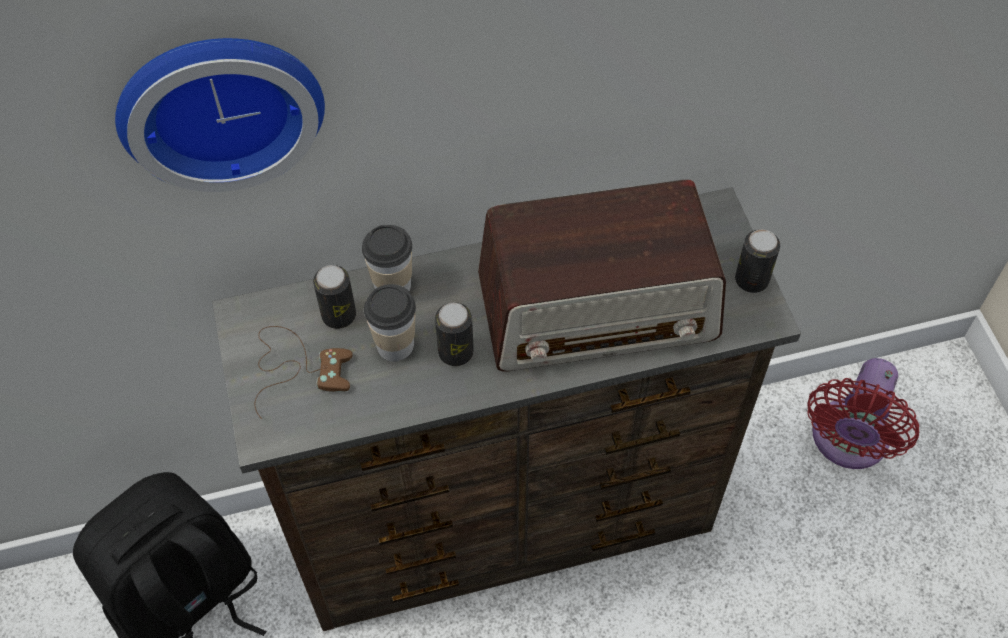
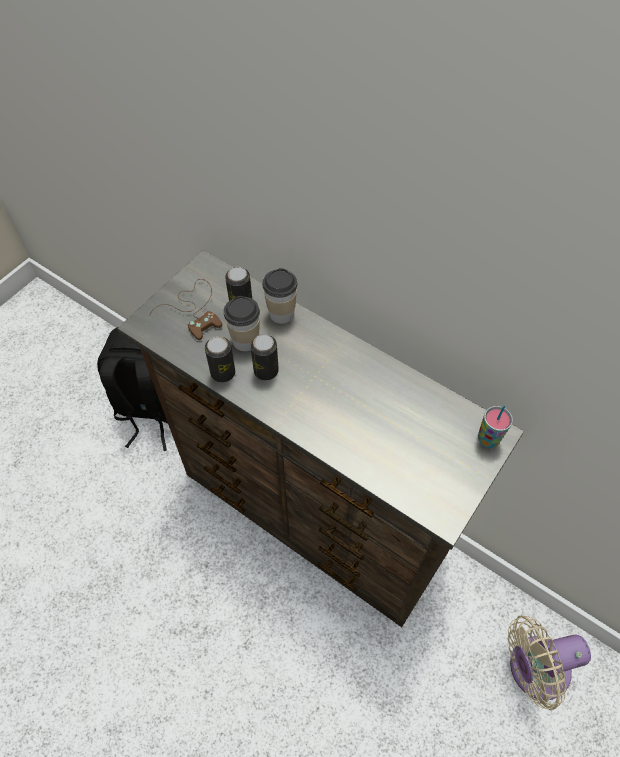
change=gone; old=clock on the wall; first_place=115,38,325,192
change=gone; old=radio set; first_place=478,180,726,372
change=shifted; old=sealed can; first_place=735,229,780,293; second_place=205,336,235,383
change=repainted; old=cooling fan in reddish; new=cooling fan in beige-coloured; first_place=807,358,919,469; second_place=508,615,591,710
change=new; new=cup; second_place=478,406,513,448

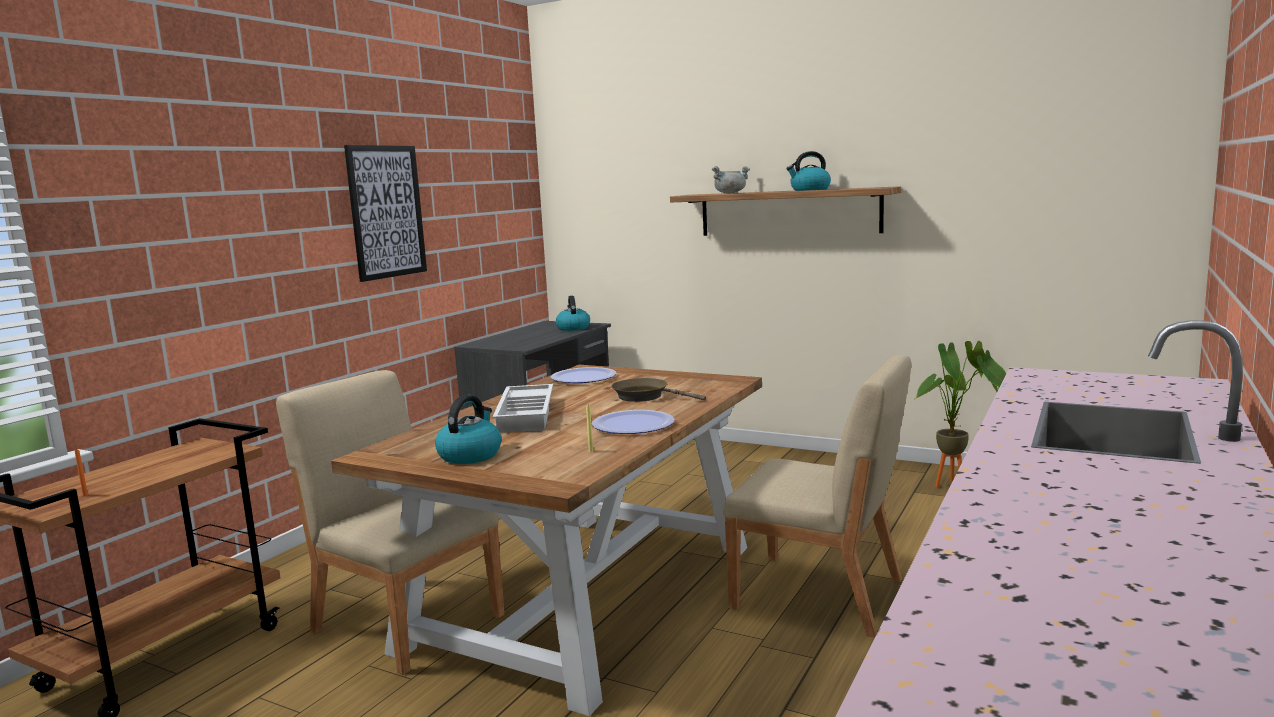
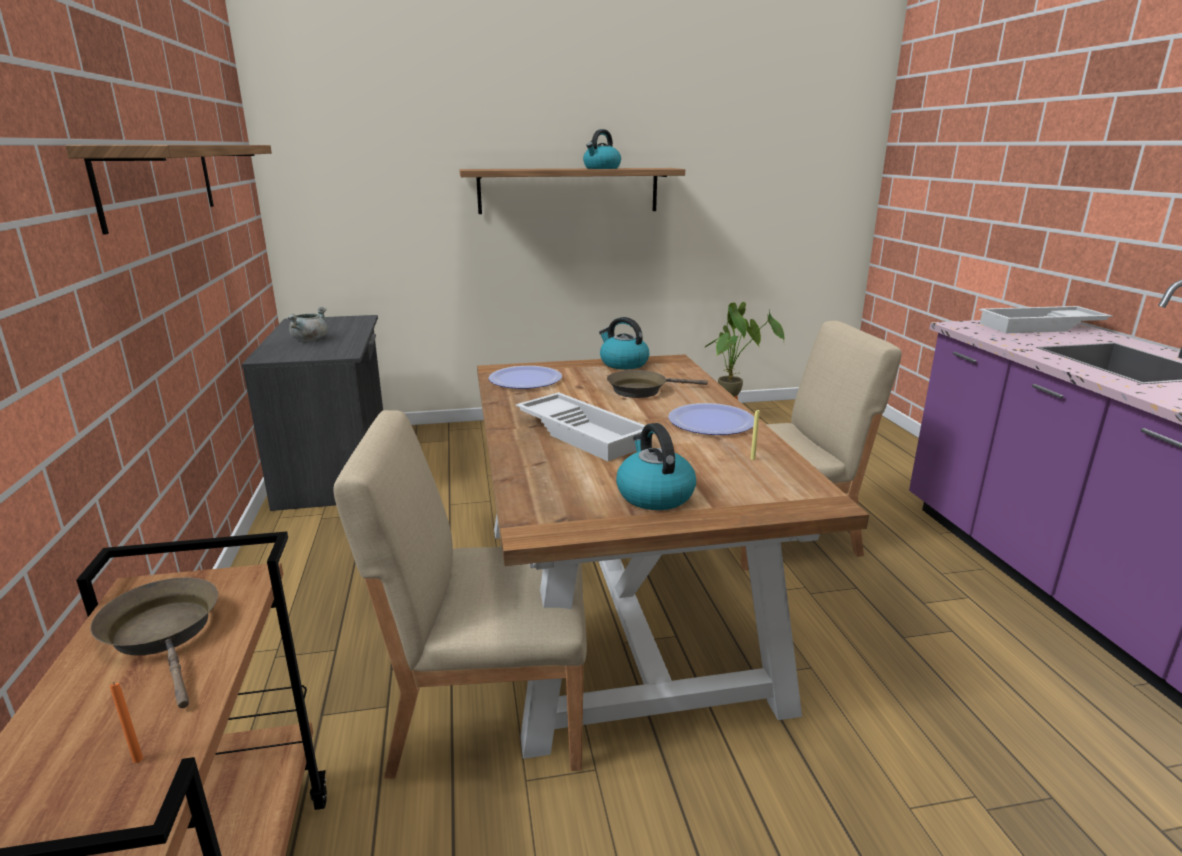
change=swapped; old=picture; new=shelf; first_place=344,145,427,282; second_place=65,145,272,235
change=shifted; old=cooking pot in grey; first_place=712,166,750,193; second_place=288,307,327,341
change=shifted; old=kettle; first_place=556,296,590,331; second_place=599,317,649,369
change=new; new=tray in whitish; second_place=979,306,1112,333
change=new; new=skillet in brown; second_place=90,577,218,708

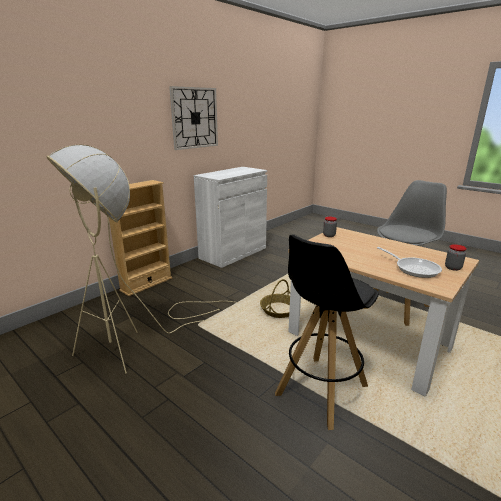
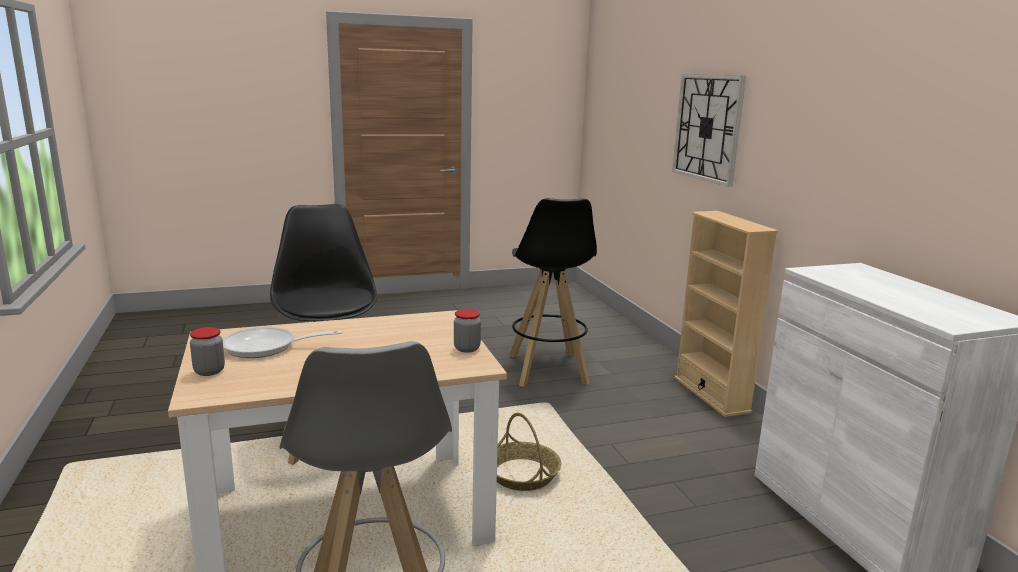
change=shifted; old=clock on the wall; first_place=169,86,218,150; second_place=672,74,746,187
change=swapped; old=floor lamp in beige-coloured; new=stool in black-coloured; first_place=46,144,243,374; second_place=509,198,597,387

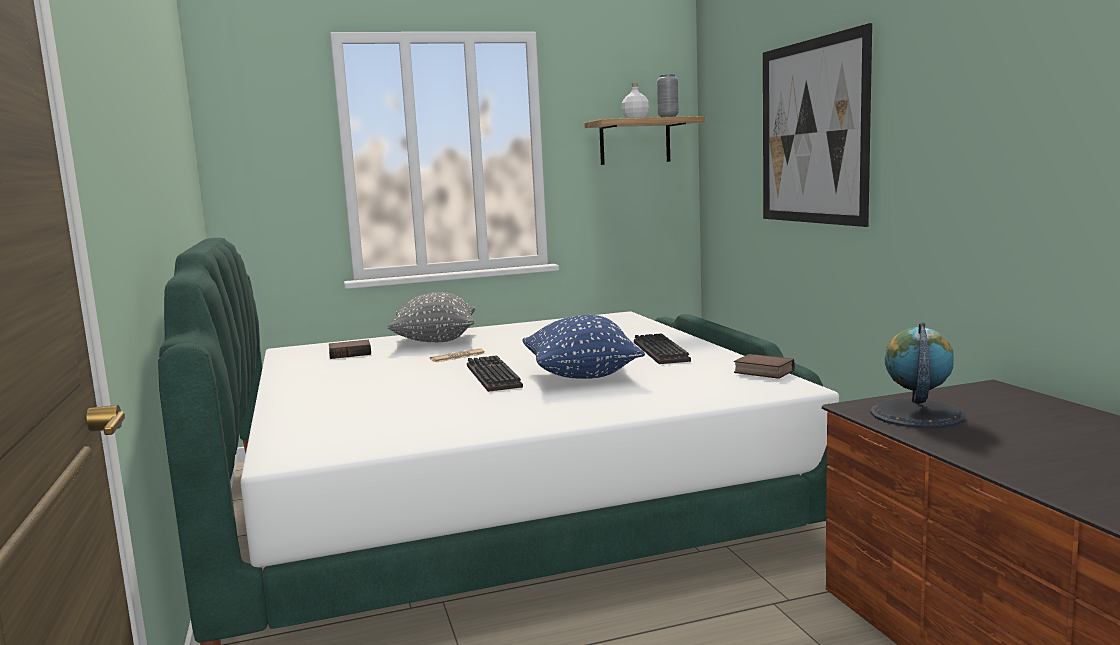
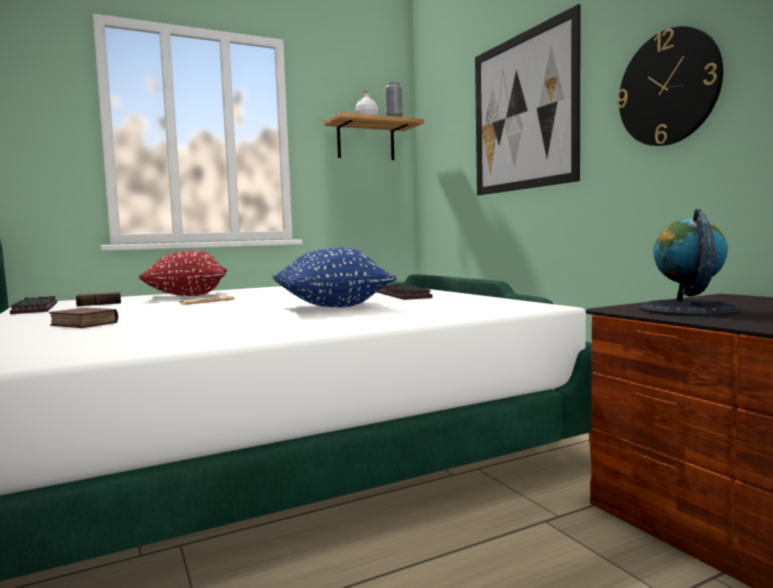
change=repainted; old=cushion in grey; new=cushion in reddish; first_place=387,292,475,342; second_place=138,250,227,296
change=shifted; old=volume; first_place=734,354,795,379; second_place=49,308,118,328
change=shifted; old=computer keyboard; first_place=467,355,523,392; second_place=10,296,57,314
change=new; new=clock on the wall; second_place=617,26,723,146

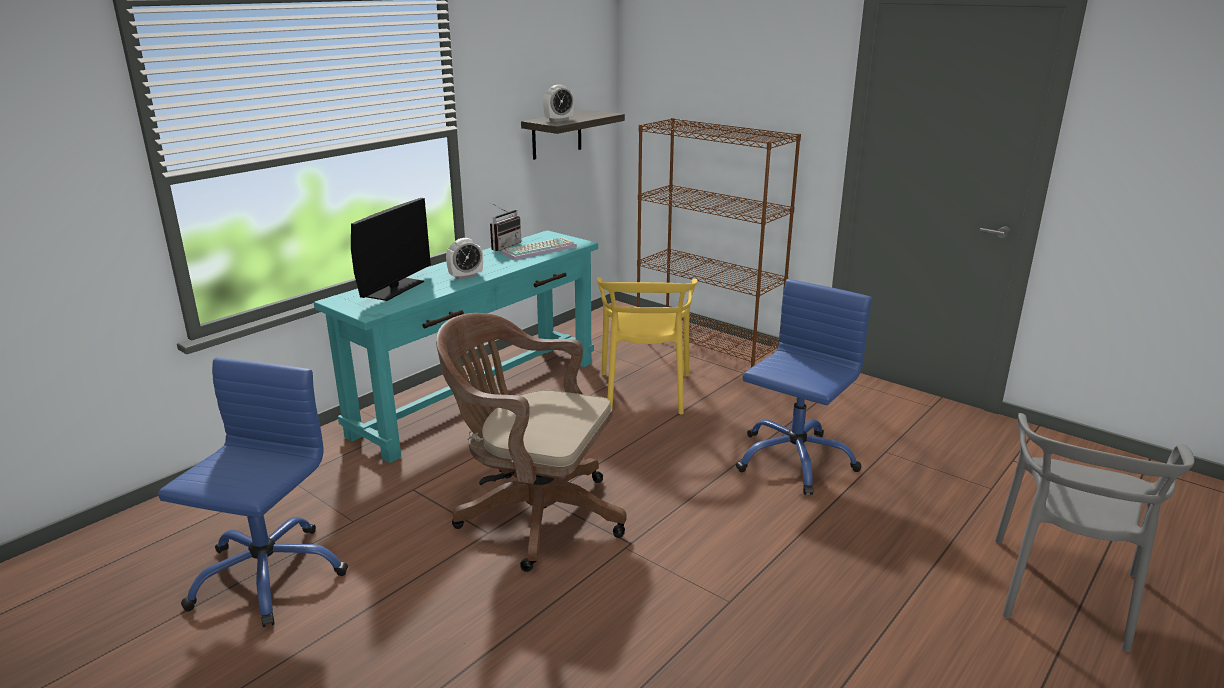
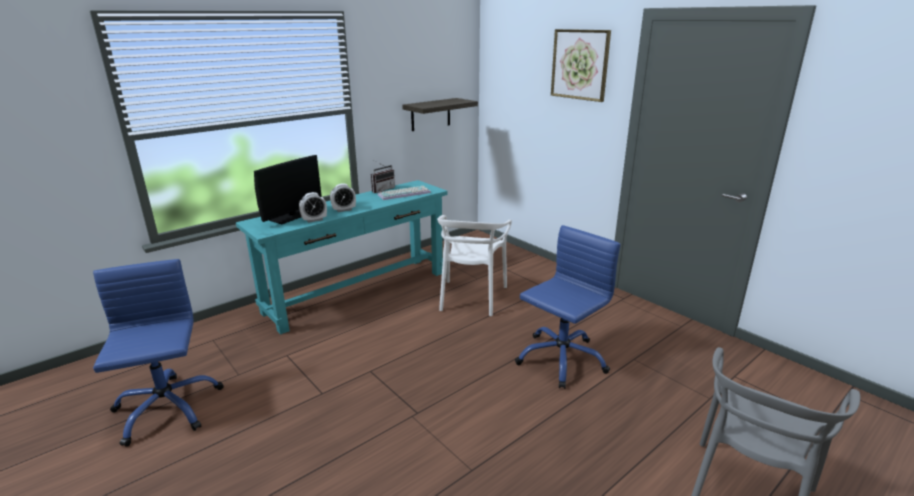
change=shifted; old=table clock; first_place=543,85,574,122; second_place=299,192,327,223
change=gone; old=shelving unit in brown; first_place=637,118,801,368
change=repainted; old=upright chair in yellow; new=upright chair in whitish; first_place=597,278,697,415; second_place=437,215,512,316
change=gone; old=desk chair in brown; first_place=436,313,627,572
change=rotated; old=desk chair in blue; first_place=158,357,348,627; second_place=93,259,224,447; degrees=-45
change=new; new=picture; second_place=551,29,611,102

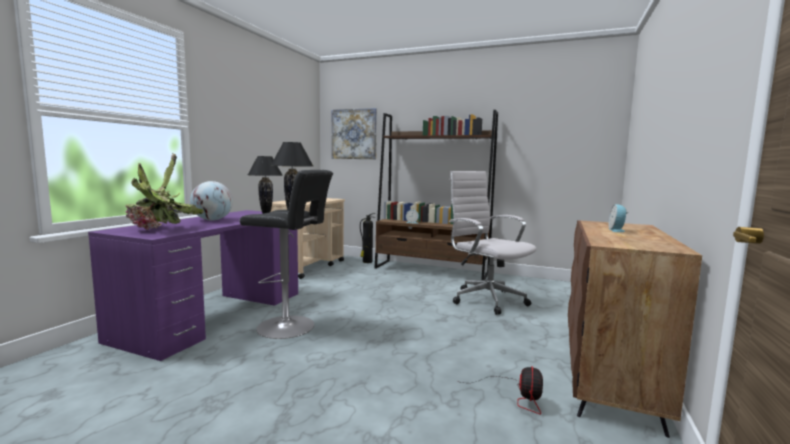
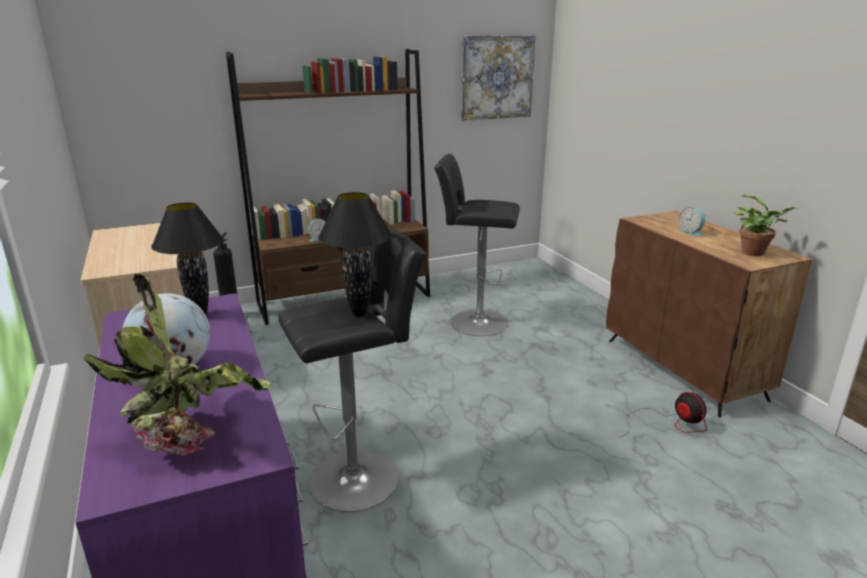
change=shifted; old=picture; first_place=332,108,377,159; second_place=461,35,536,121
change=swapped; old=desk chair in whitish; new=stool in black-coloured; first_place=449,171,537,315; second_place=434,154,520,336
change=new; new=houseplant; second_place=734,195,800,256

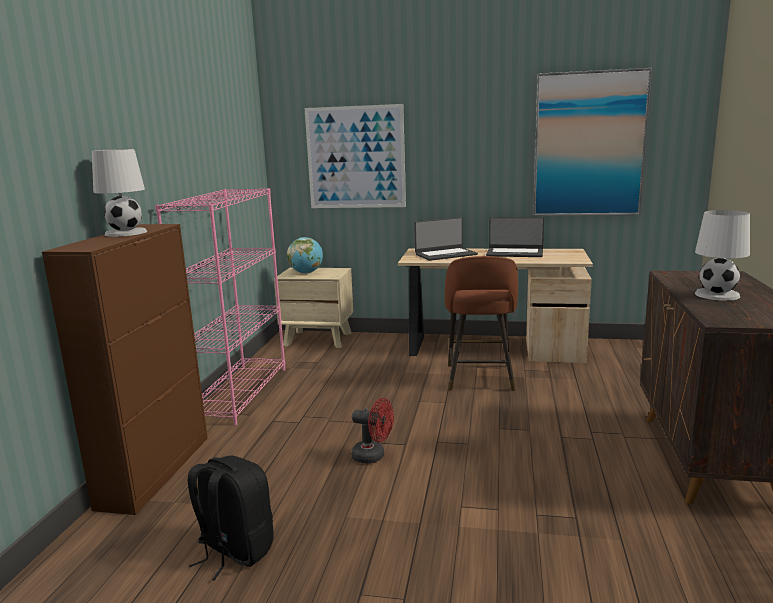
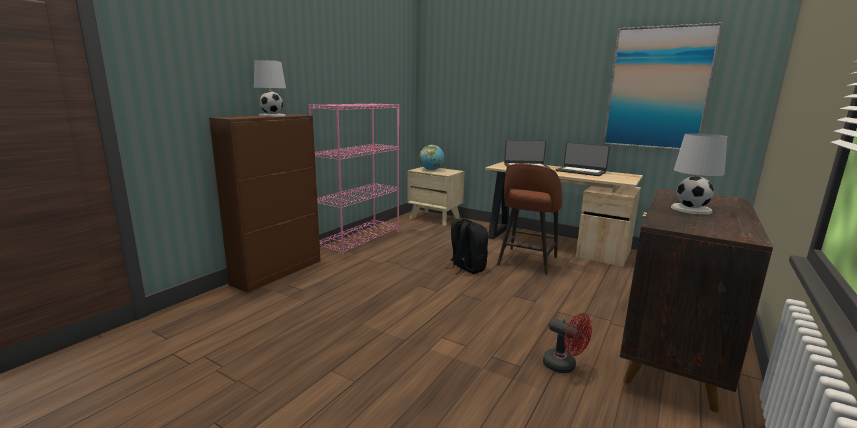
change=gone; old=picture; first_place=305,104,406,208
change=shifted; old=cooling fan in reddish; first_place=351,398,394,463; second_place=543,313,592,373
change=shifted; old=knapsack in black-coloured; first_place=188,455,274,581; second_place=445,219,488,275

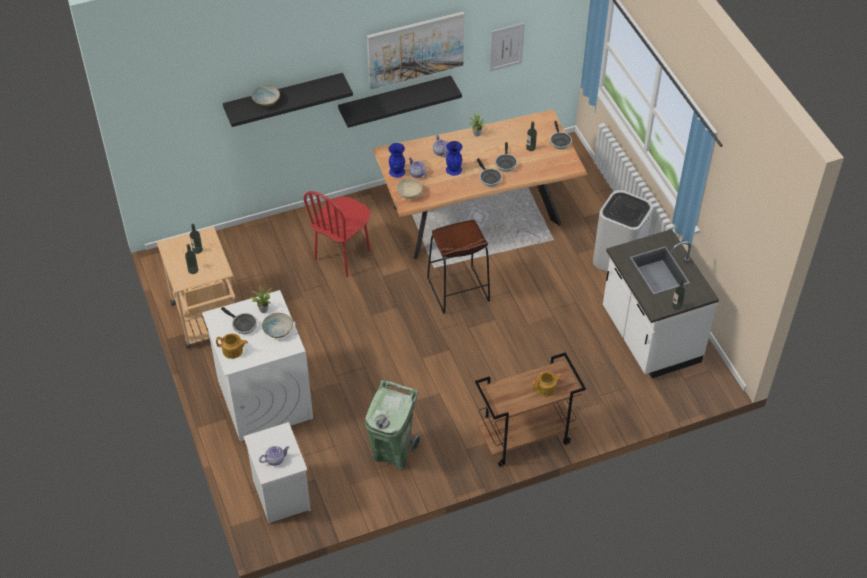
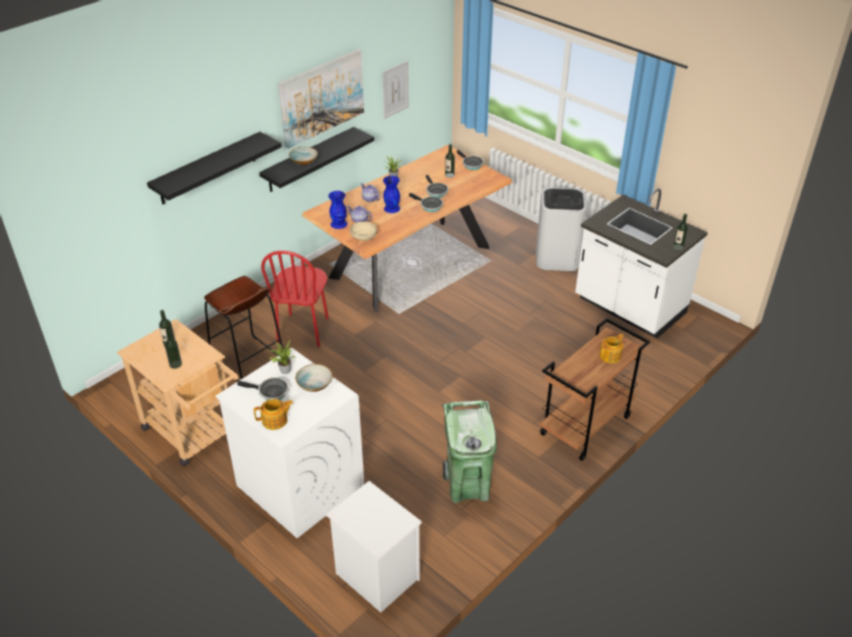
change=shifted; old=serving bowl; first_place=251,85,280,107; second_place=289,147,318,165
change=shifted; old=stool in brown; first_place=427,220,490,314; second_place=204,276,283,382
change=gone; old=tea pot; first_place=259,446,290,466

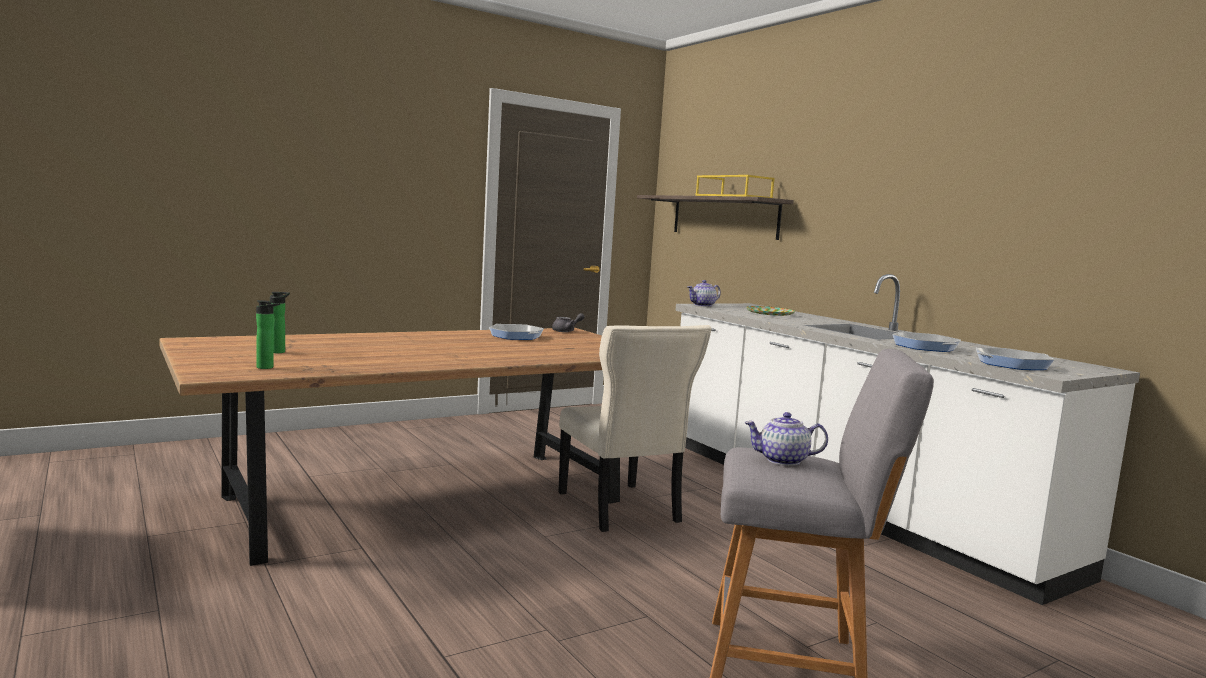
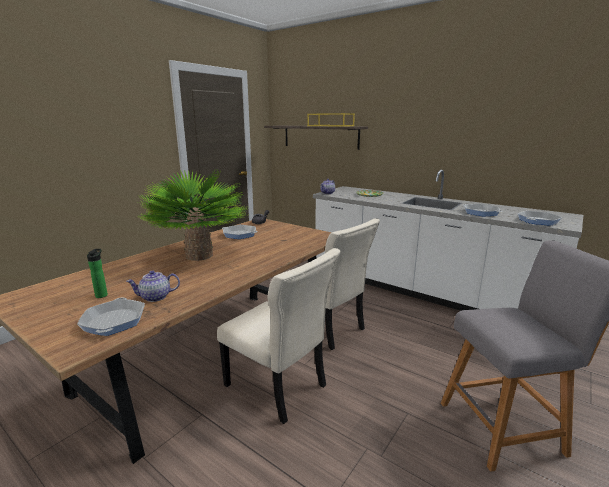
change=swapped; old=bottle; new=skillet; first_place=256,300,280,369; second_place=77,298,145,336
change=shifted; old=tea pot; first_place=745,412,828,466; second_place=126,270,180,302
change=new; new=houseplant; second_place=139,169,250,261
change=new; new=upright chair in beige-coloured; second_place=217,248,341,424

